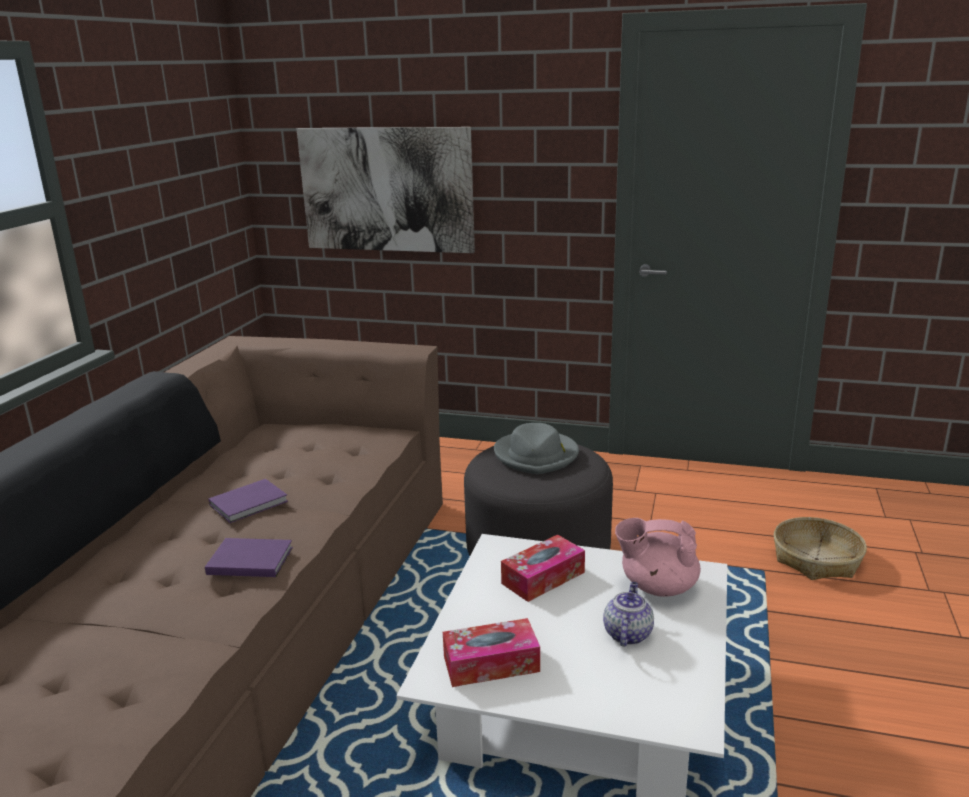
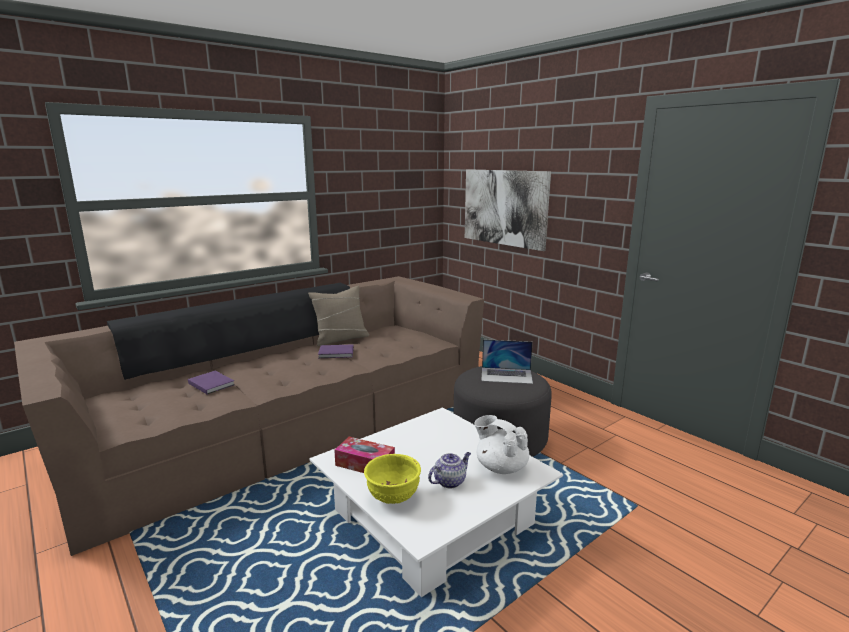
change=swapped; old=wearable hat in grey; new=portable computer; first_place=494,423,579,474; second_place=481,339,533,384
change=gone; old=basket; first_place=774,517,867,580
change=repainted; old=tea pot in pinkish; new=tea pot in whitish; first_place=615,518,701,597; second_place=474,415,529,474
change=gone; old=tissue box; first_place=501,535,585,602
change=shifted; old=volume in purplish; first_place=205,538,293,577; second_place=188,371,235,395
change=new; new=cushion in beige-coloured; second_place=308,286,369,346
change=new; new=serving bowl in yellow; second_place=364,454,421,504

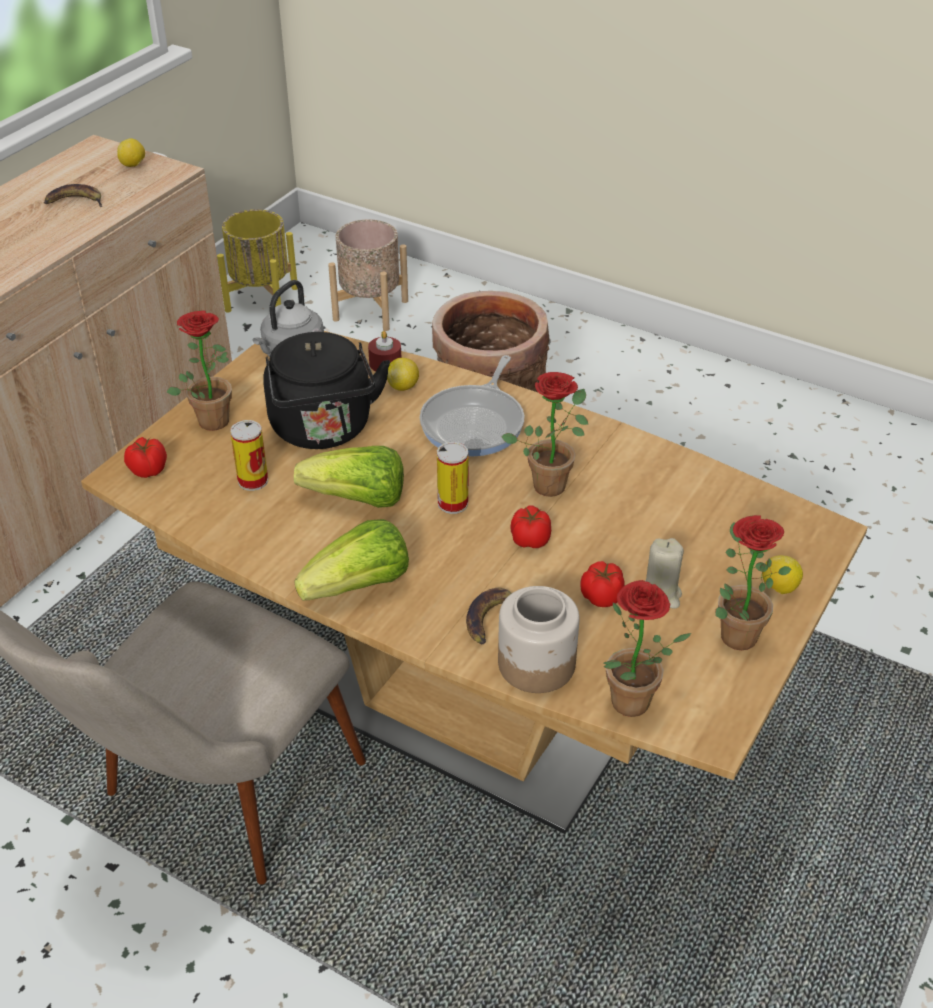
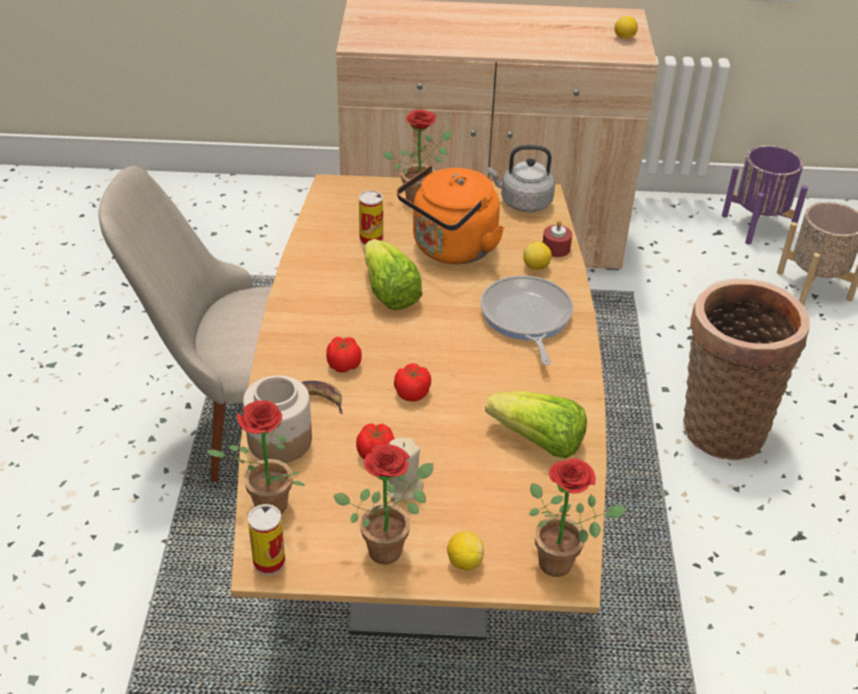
change=gone; old=whole banana; first_place=44,184,102,207
change=repainted; old=plant pot in yellow; new=plant pot in purplish; first_place=217,209,298,313; second_place=722,145,808,245
change=repainted; old=kettle in black-coloured; new=kettle in orange; first_place=263,332,390,449; second_place=397,165,504,264
change=rotated; old=skillet; first_place=420,355,524,457; second_place=480,276,573,365; degrees=90
change=shifted; old=houseplant; first_place=501,372,588,497; second_place=529,458,627,577
change=shifted; old=fresh tomato; first_place=124,437,167,478; second_place=326,337,362,373
change=shifted; old=sealed can; first_place=437,442,468,514; second_place=248,504,286,575
change=shifted; old=lettuce; first_place=294,519,409,601; second_place=485,391,587,458

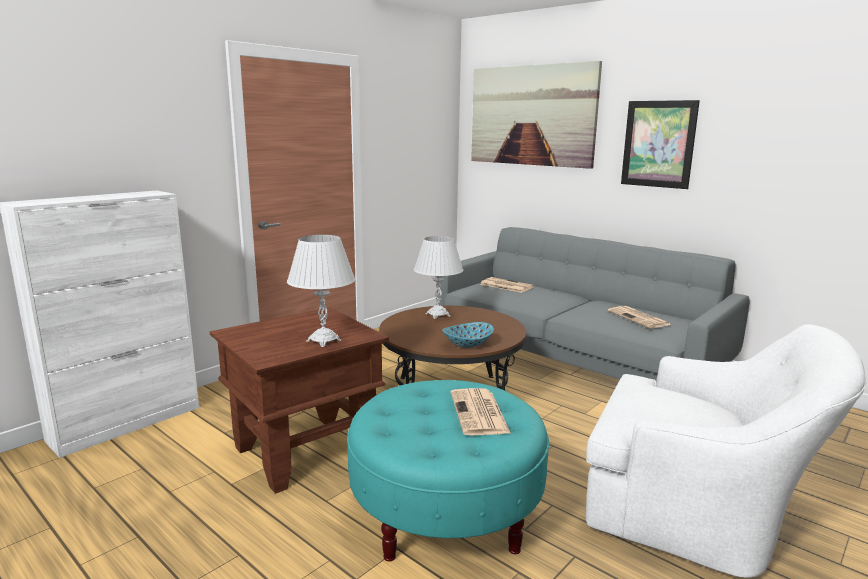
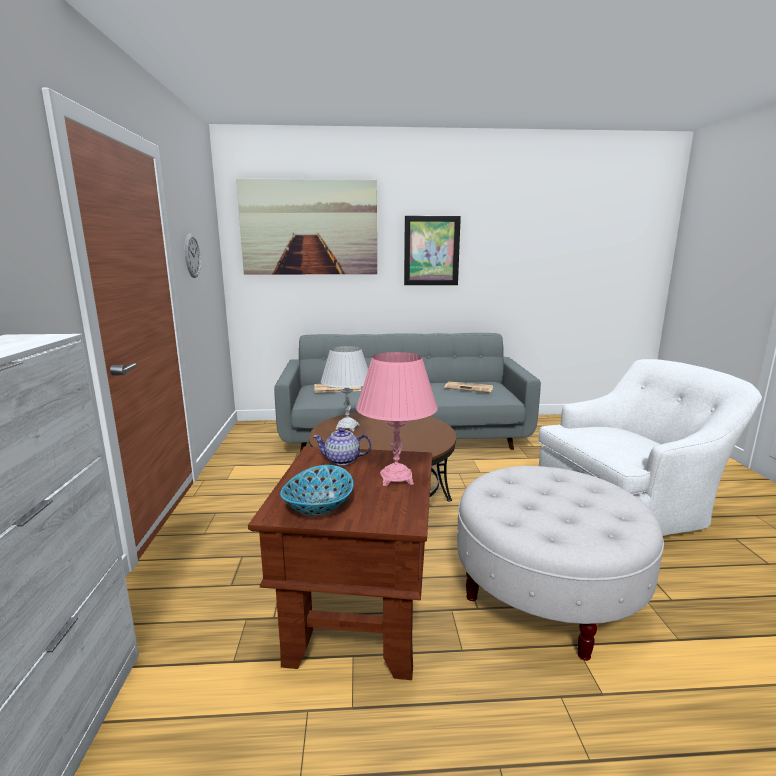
change=repainted; old=lamp for a table in whitish; new=lamp for a table in pinkish; first_place=287,235,355,347; second_place=356,352,438,486
change=shifted; old=serving bowl; first_place=442,322,494,348; second_place=280,465,353,516
change=repainted; old=footrest in blue-green; new=footrest in whitish; first_place=347,380,549,561; second_place=457,466,664,661
change=gone; old=printed paper; first_place=450,388,511,435
change=new; new=clock on the wall; second_place=185,234,201,278
change=new; new=tea pot; second_place=313,428,371,465

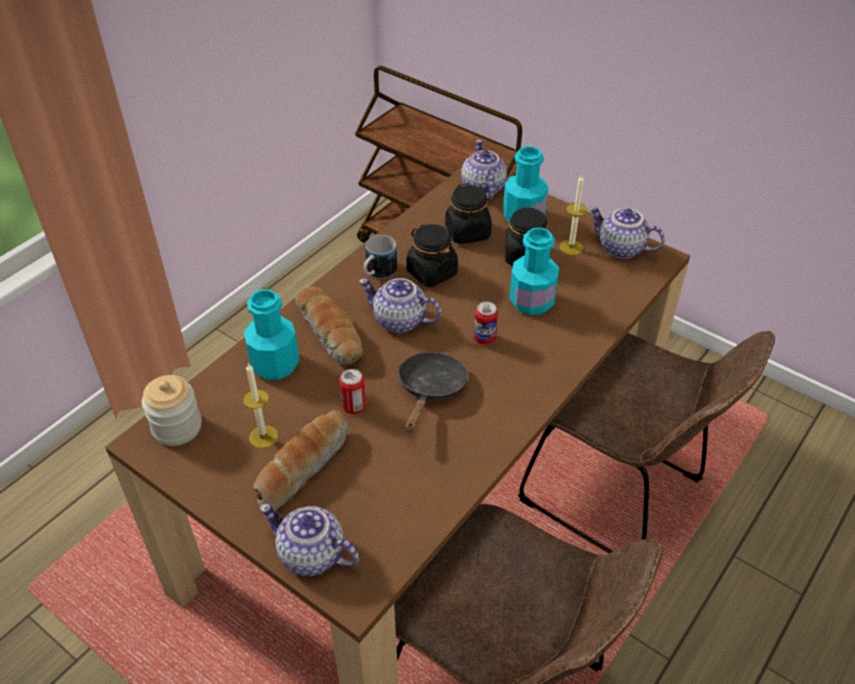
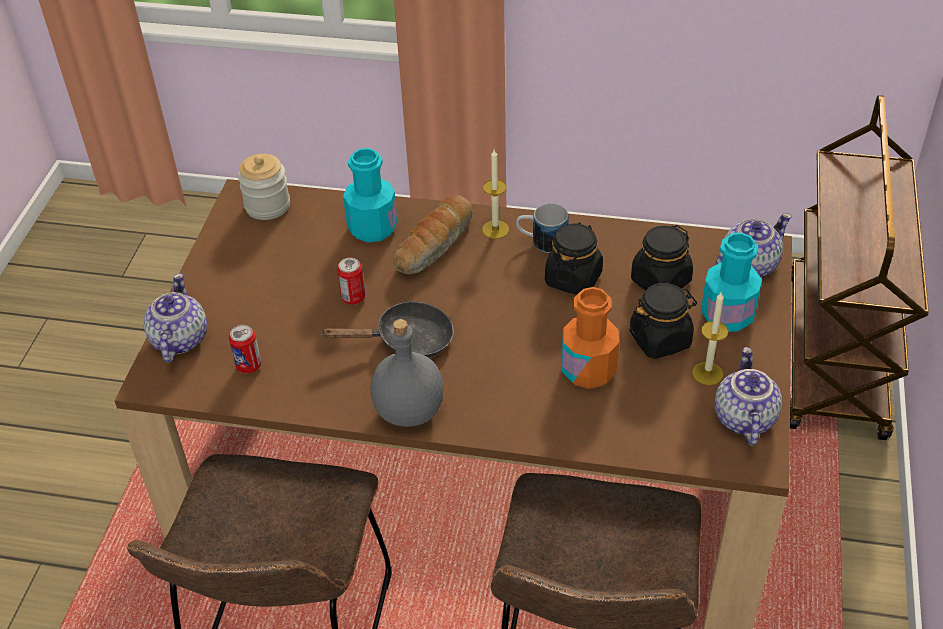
change=repainted; old=bottle in blue-green; new=bottle in orange; first_place=509,228,559,315; second_place=562,287,619,389
change=gone; old=tea pot; first_place=358,278,441,333
change=shifted; old=sealed can; first_place=474,301,498,345; second_place=229,325,261,373
change=shifted; old=candle; first_place=243,363,278,448; second_place=482,150,509,239
change=gone; old=bread; first_place=253,410,349,511
change=new; new=bottle in grey; second_place=370,319,444,427

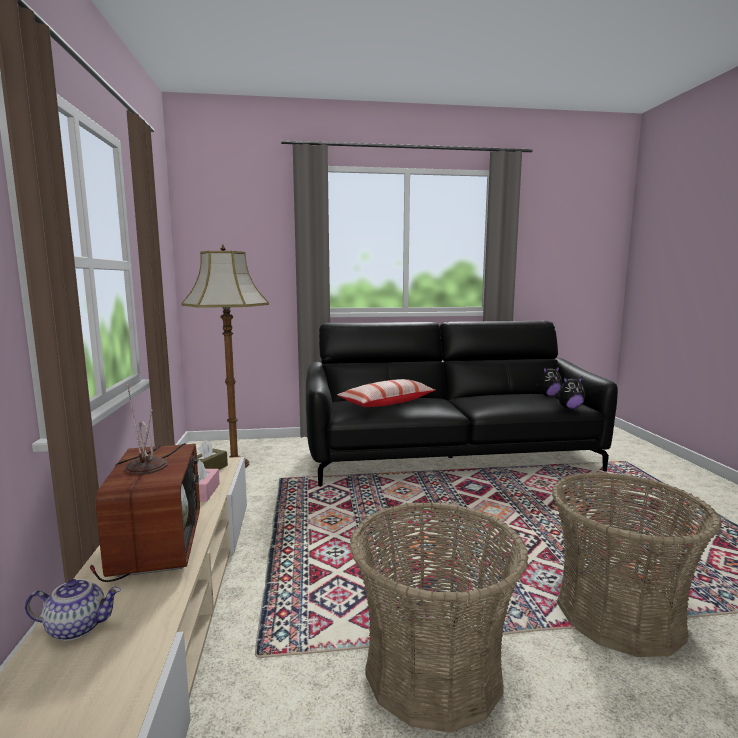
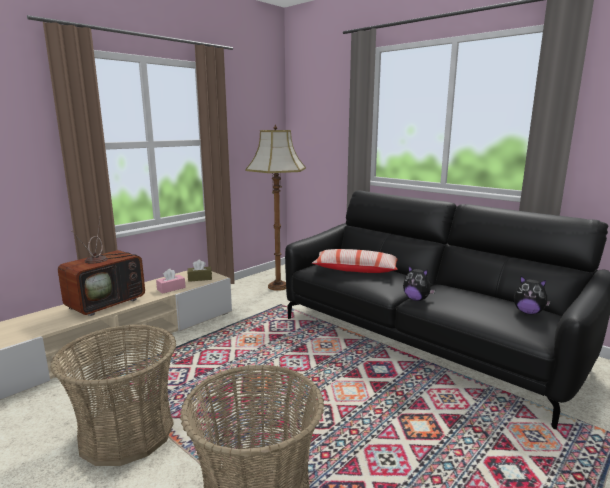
change=shifted; old=cuddly toy; first_place=555,376,585,409; second_place=403,265,435,301
change=gone; old=tea pot; first_place=25,579,121,641

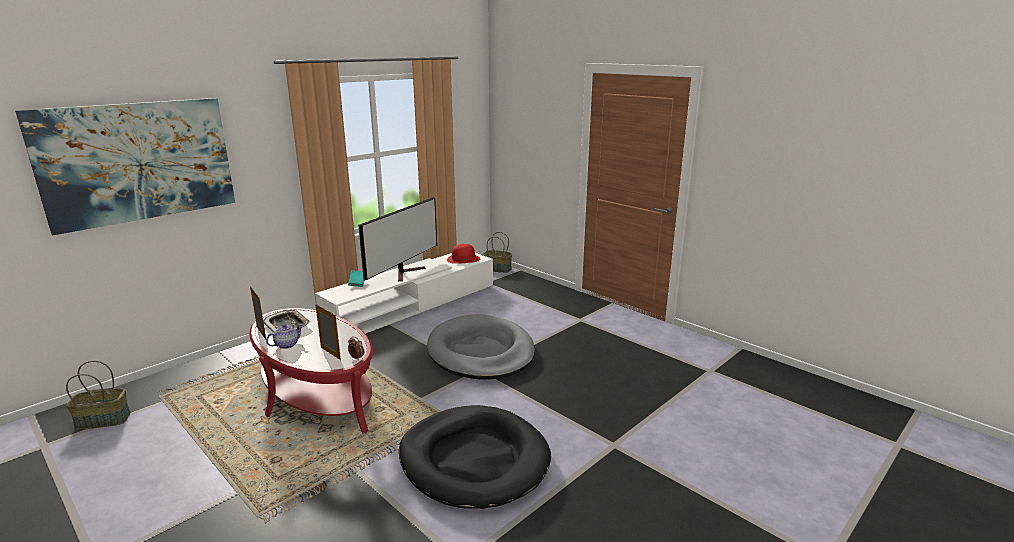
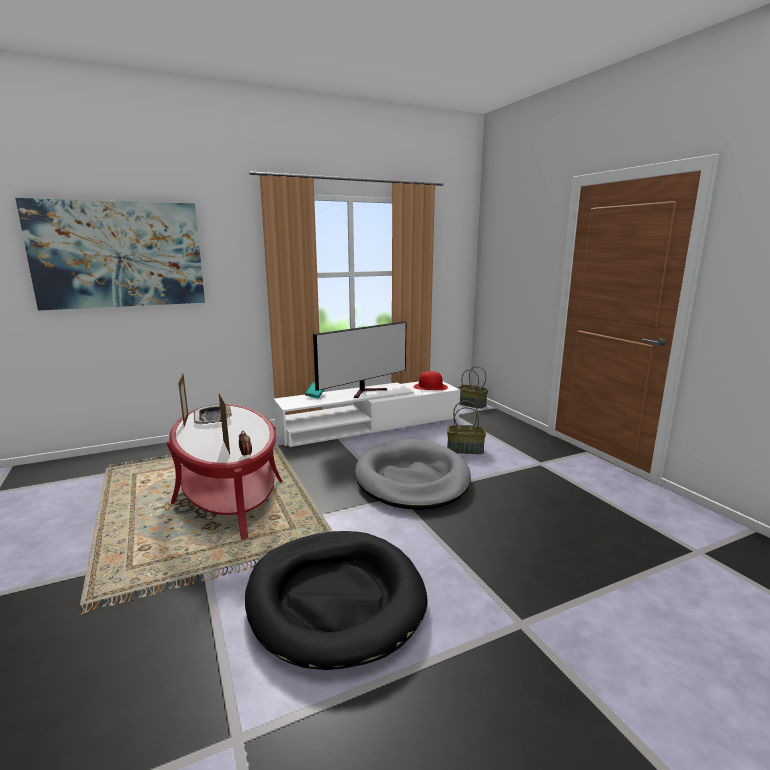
change=gone; old=tea pot; first_place=266,324,303,349
change=shifted; old=basket; first_place=66,361,131,430; second_place=447,401,486,454

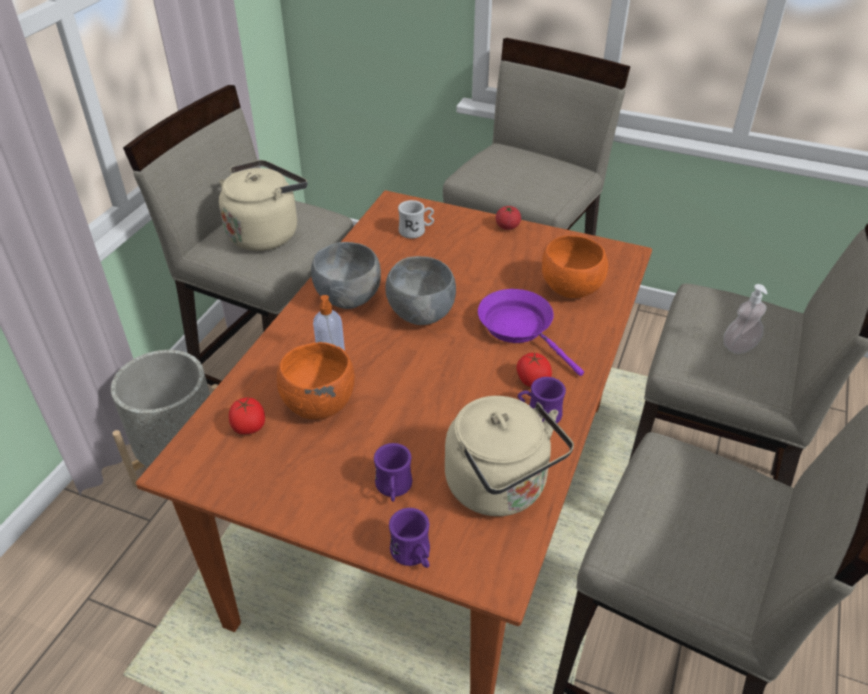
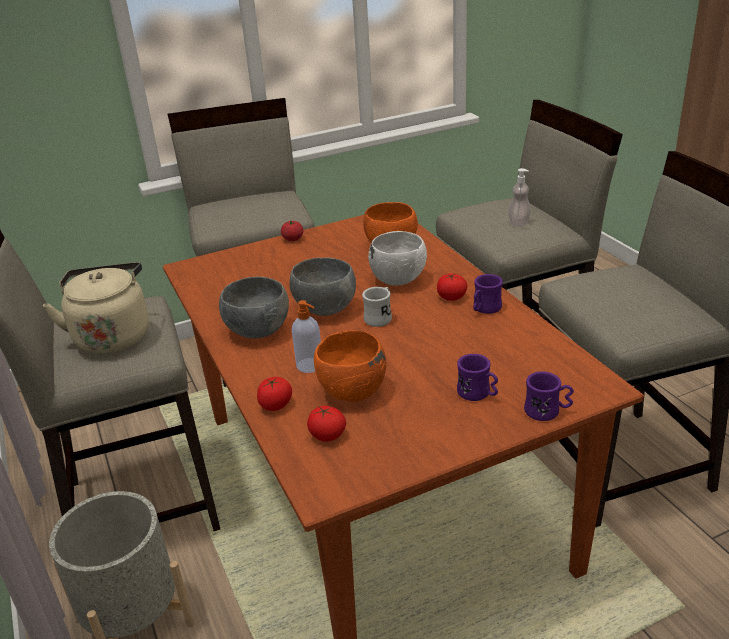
change=shifted; old=tea mug in whitish; first_place=398,200,434,239; second_place=362,287,392,327
change=swapped; old=skillet in purplish; new=serving bowl in whitish; first_place=478,289,584,376; second_place=368,231,427,286
change=gone; old=kettle in beige-coloured; first_place=445,396,574,516
change=new; new=fresh tomato; second_place=257,377,292,411

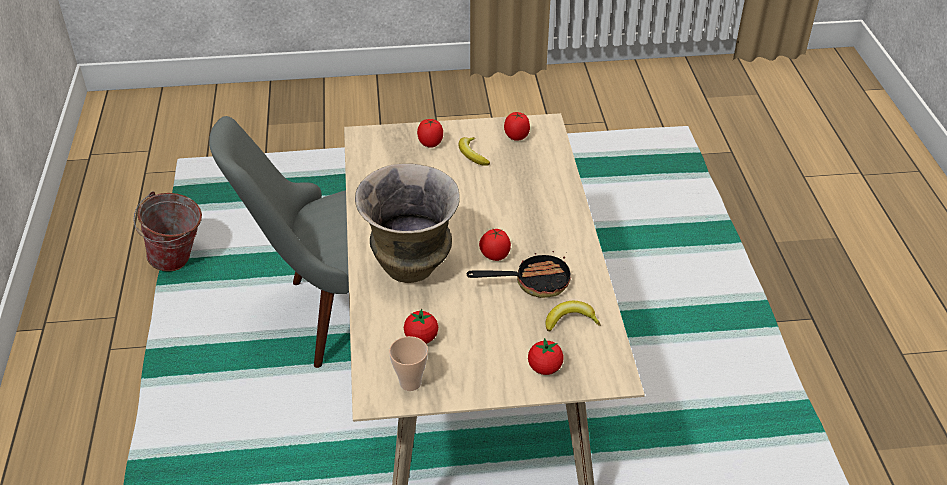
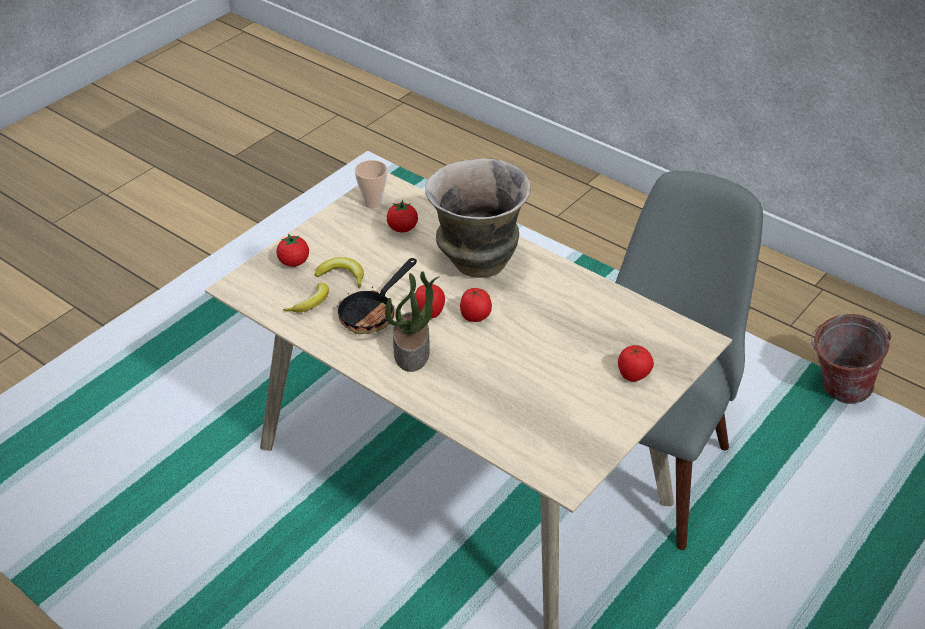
change=shifted; old=fresh tomato; first_place=504,112,530,141; second_place=460,288,492,322
change=shifted; old=whole banana; first_place=458,137,490,166; second_place=315,257,364,288
change=new; new=houseplant; second_place=385,271,440,372

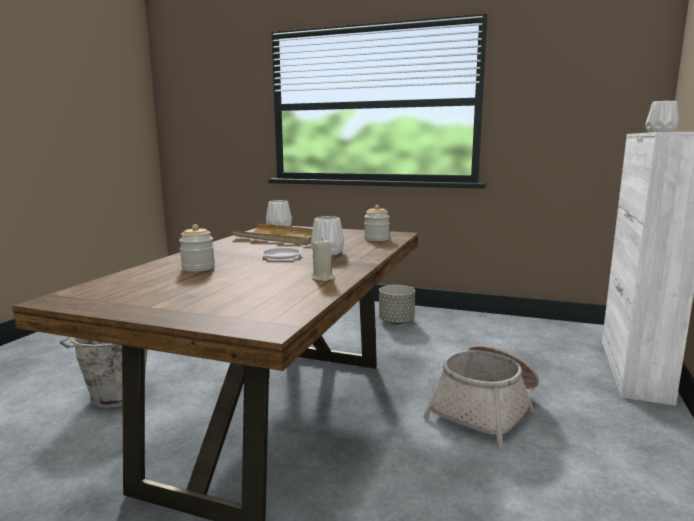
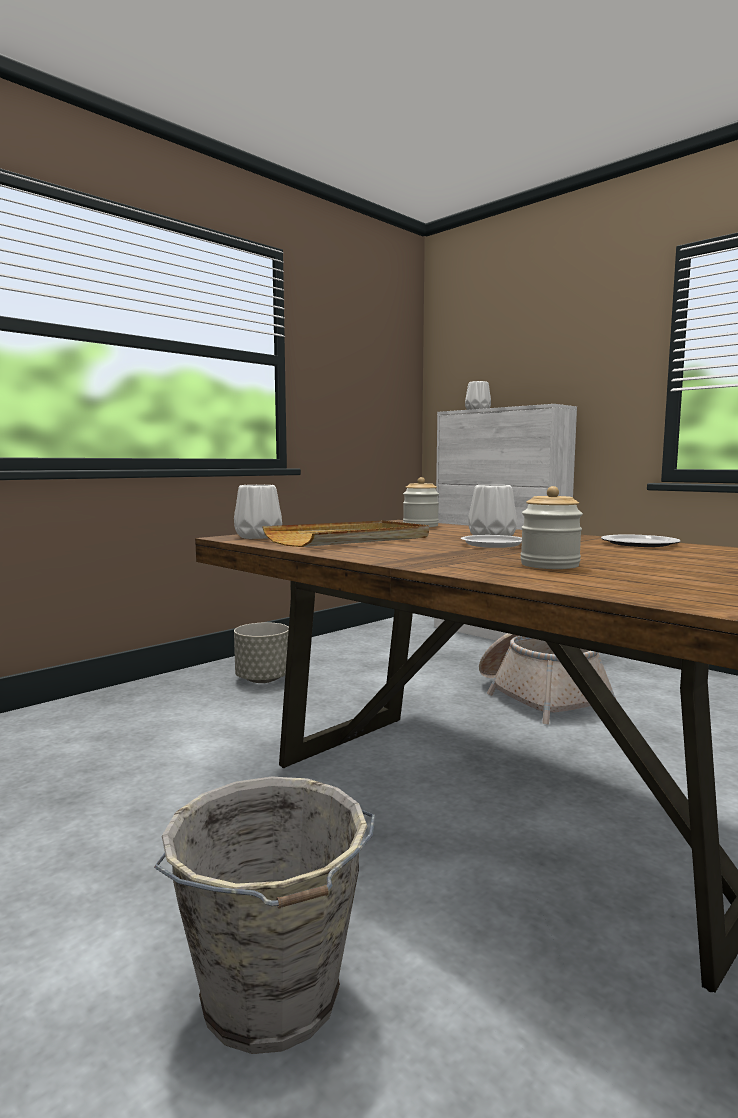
change=swapped; old=candle in beige-coloured; new=flat dish; first_place=311,238,336,281; second_place=601,534,681,547

